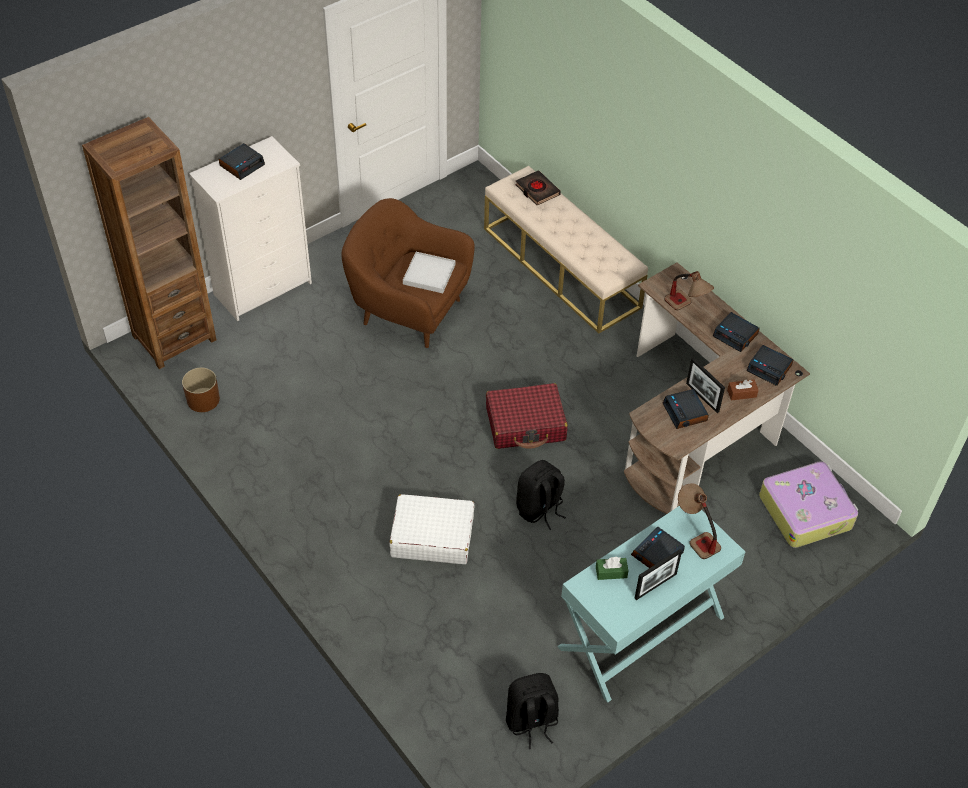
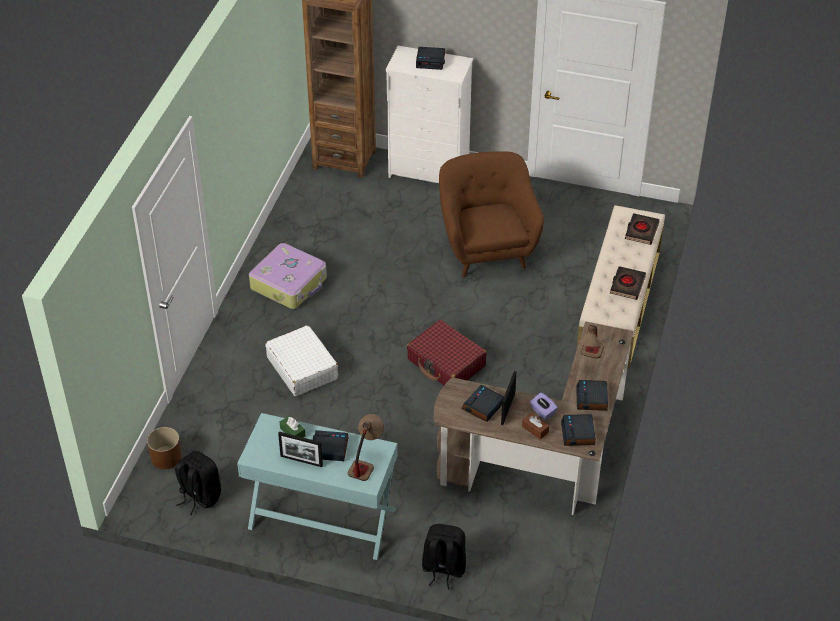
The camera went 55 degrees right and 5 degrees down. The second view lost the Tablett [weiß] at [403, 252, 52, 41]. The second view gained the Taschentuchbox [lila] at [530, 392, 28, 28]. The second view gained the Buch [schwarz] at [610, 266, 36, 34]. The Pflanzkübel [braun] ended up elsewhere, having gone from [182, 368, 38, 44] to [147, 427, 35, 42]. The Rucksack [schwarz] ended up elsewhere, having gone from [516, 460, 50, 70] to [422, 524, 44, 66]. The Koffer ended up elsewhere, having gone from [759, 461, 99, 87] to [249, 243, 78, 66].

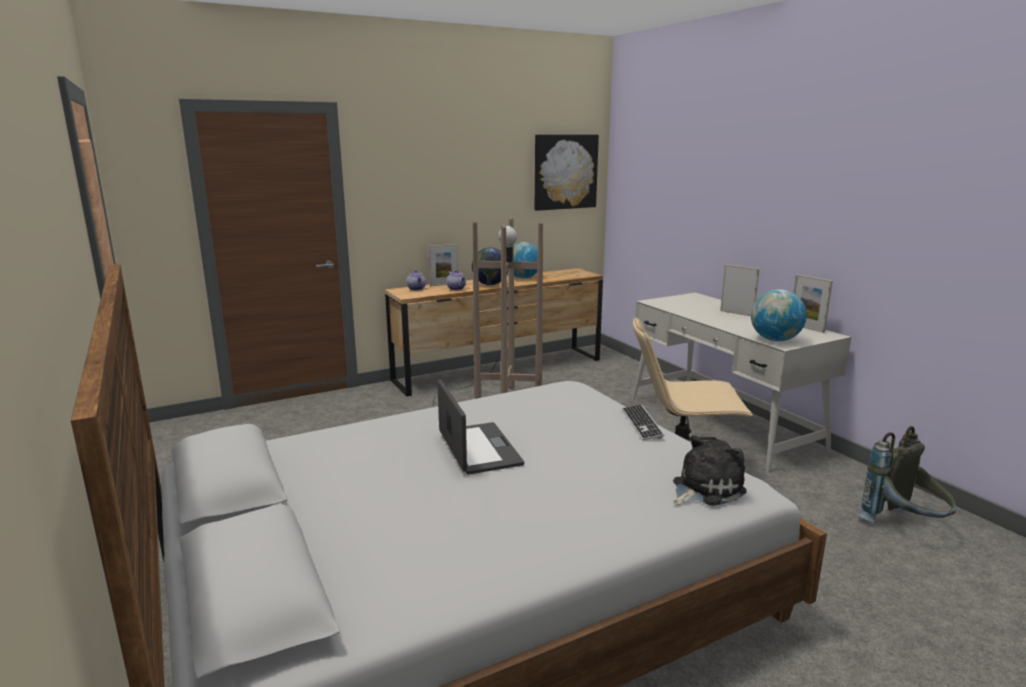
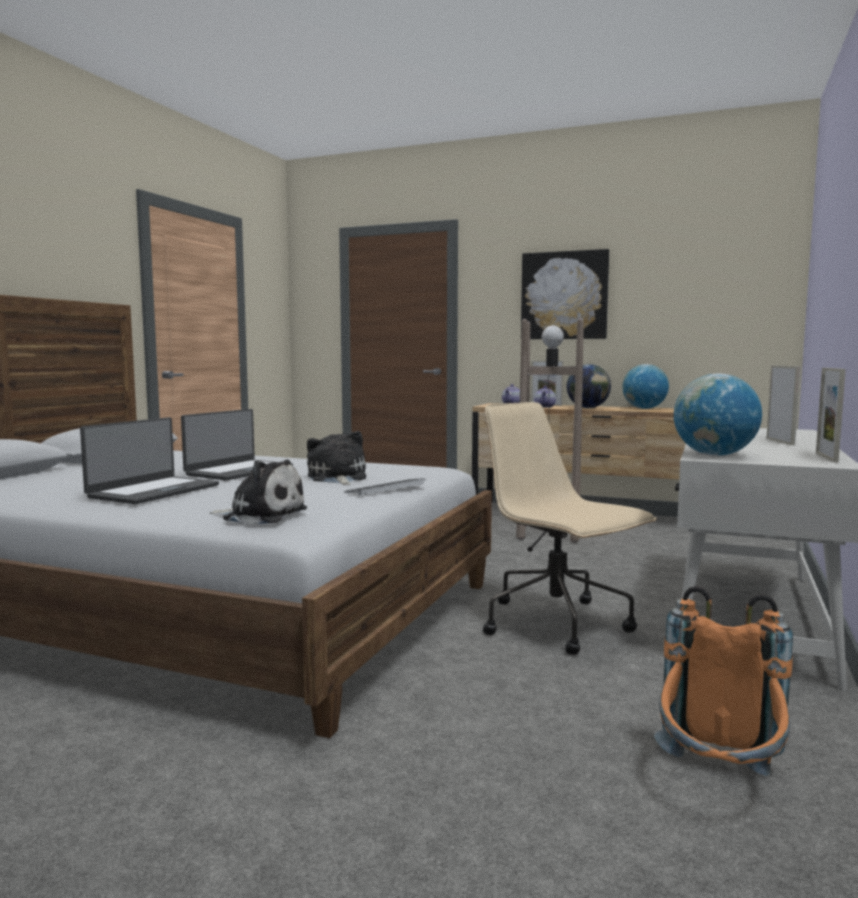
The camera went 50 degrees right and 10 degrees down. The second view gained the Laptop at [80, 417, 139, 87]. The second view gained the Plüschtier at [307, 431, 59, 54]. The Bild ended up elsewhere, having gone from [535, 135, 64, 76] to [521, 249, 88, 90]. What was the Rucksack [grau] at [857, 426, 99, 98] turned into the Rucksack [orange] at [654, 586, 139, 190].

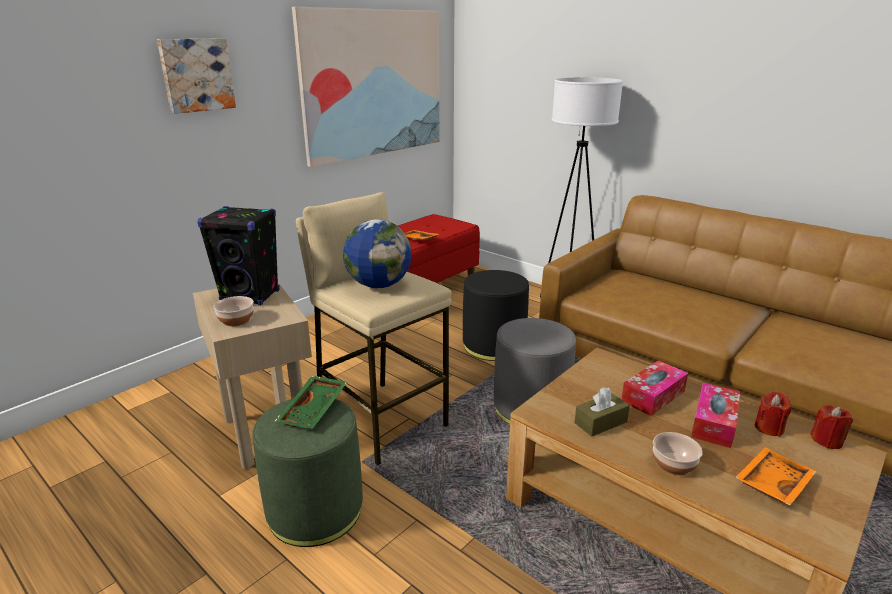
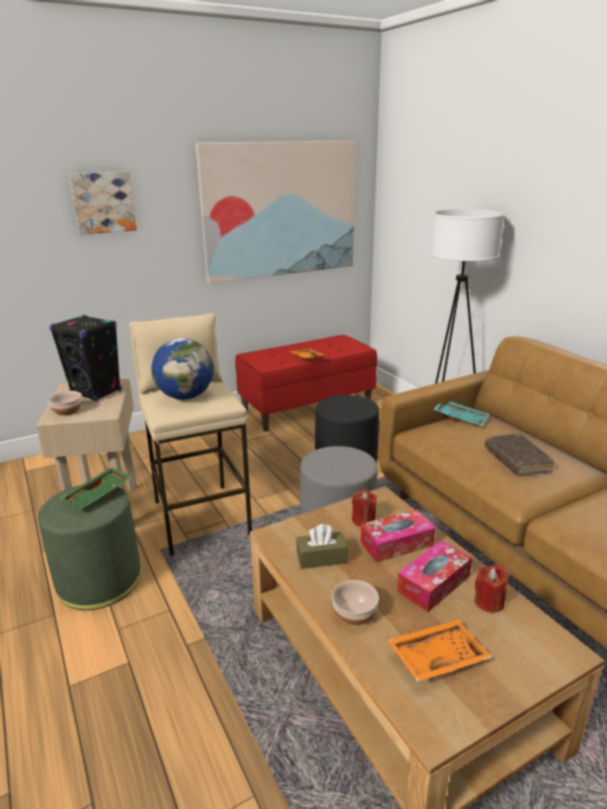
The camera went 20 degrees right and 0 degrees up. The second view gained the Tablett [türkis] at [433, 402, 57, 24]. The second view gained the Buch [braun] at [485, 433, 69, 42]. The Kerze [rot] ended up elsewhere, having gone from [810, 405, 43, 44] to [352, 489, 25, 38].

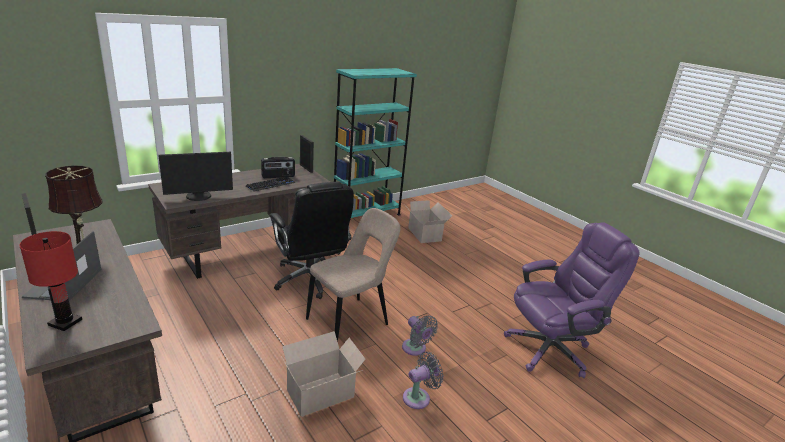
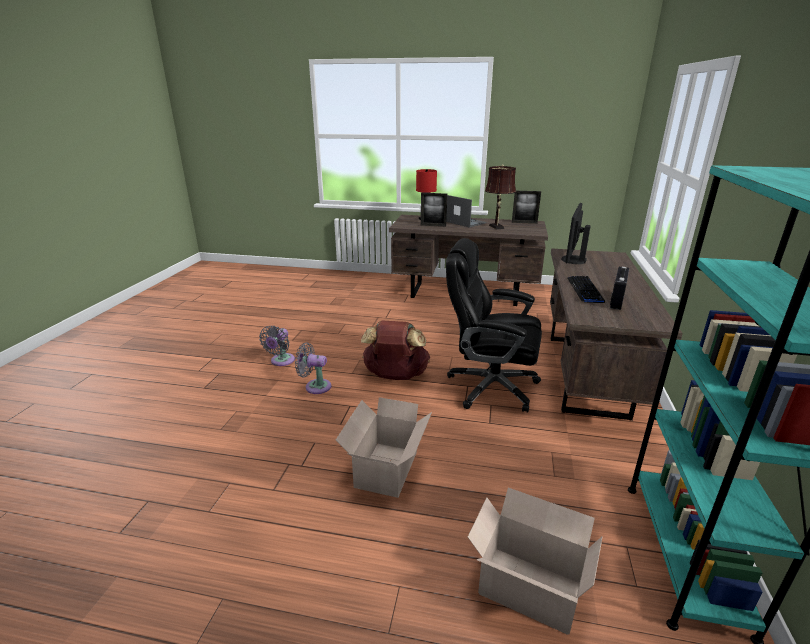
The camera went 140 degrees right and 0 degrees up. The second view lost the Bürostuhl [lila] at [504, 222, 135, 156]. The Karton ended up elsewhere, having gone from [281, 331, 84, 86] to [336, 397, 96, 101]. The Bilderrahmen ended up elsewhere, having gone from [300, 135, 14, 38] to [421, 193, 26, 34]. Where the Stuhl [beige] stood at [306, 208, 95, 134], the Rucksack [braun] came to stand at [361, 321, 69, 59].

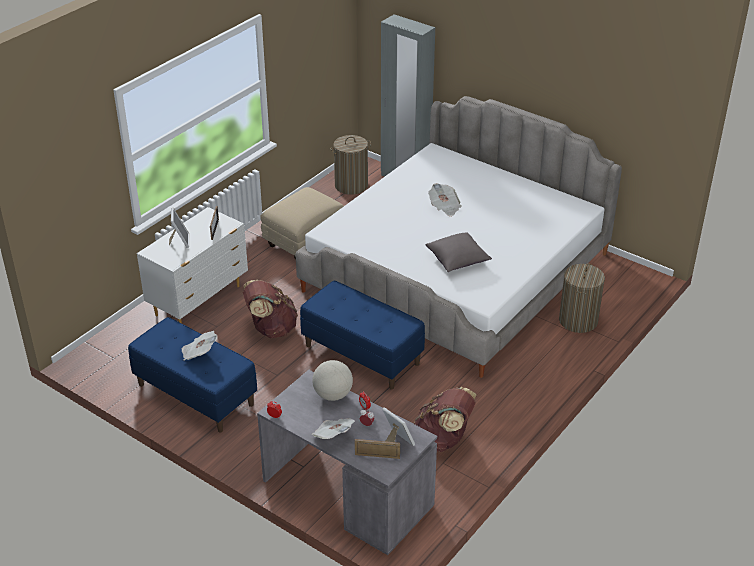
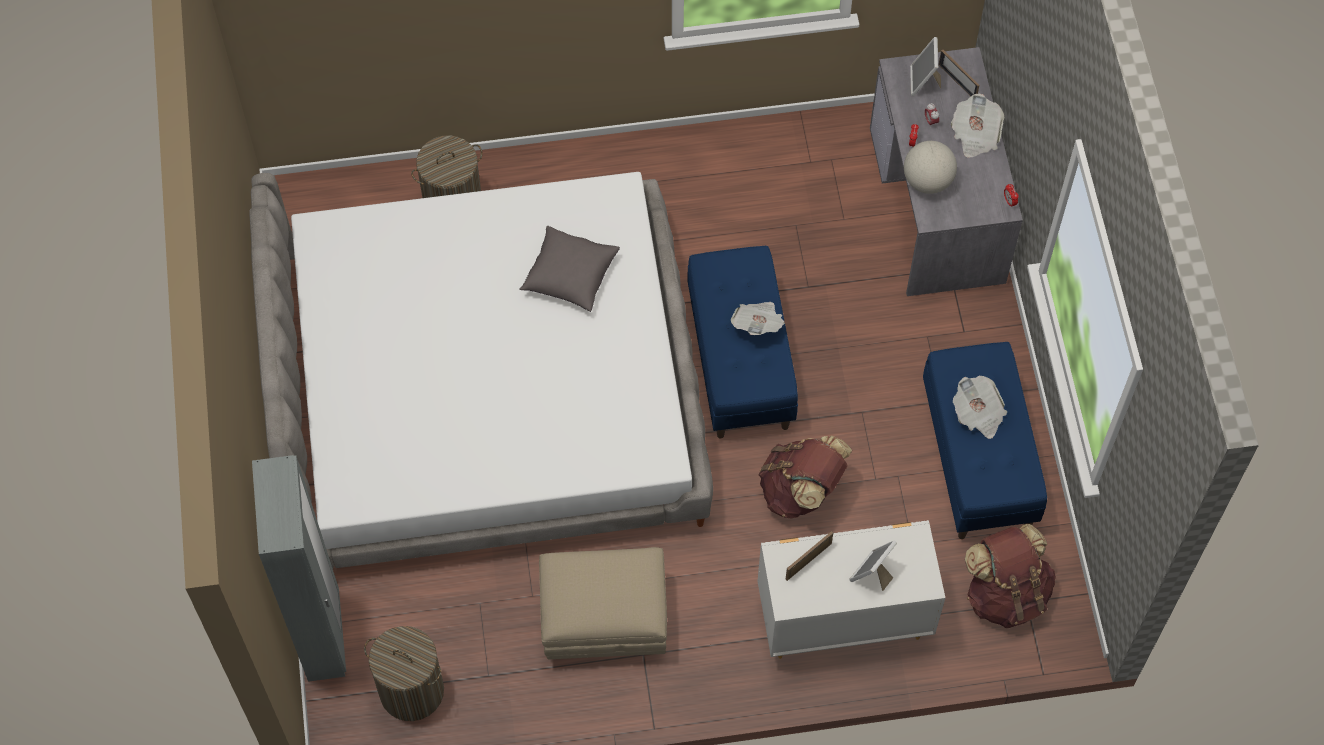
The camera went 135 degrees left and 25 degrees up. The Rucksack [braun] ended up elsewhere, having gone from [414, 387, 63, 65] to [965, 524, 91, 104]. The Zeitung ended up elsewhere, having gone from [428, 183, 34, 34] to [730, 302, 55, 33].

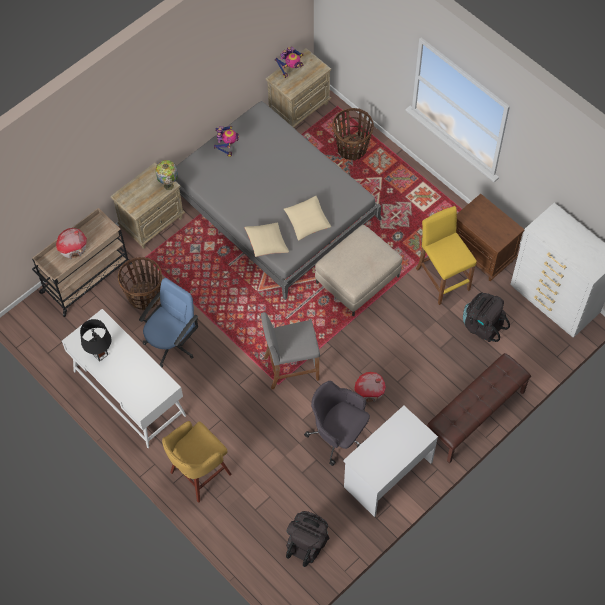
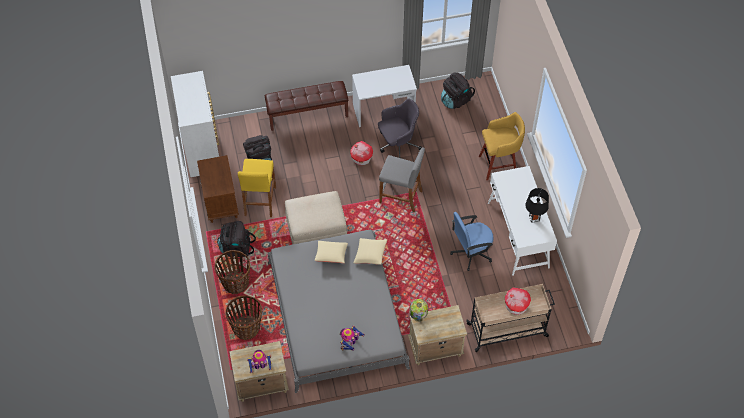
The camera went 150 degrees left and 5 degrees down. The second view gained the Rucksack [schwarz] at [217, 221, 39, 36]. The Korb ended up elsewhere, having gone from [118, 257, 44, 53] to [215, 250, 35, 44]. The Bürostuhl [grau] at [304, 381, 66, 85] ended up facing another way, 90 degrees counterclockwise from before.

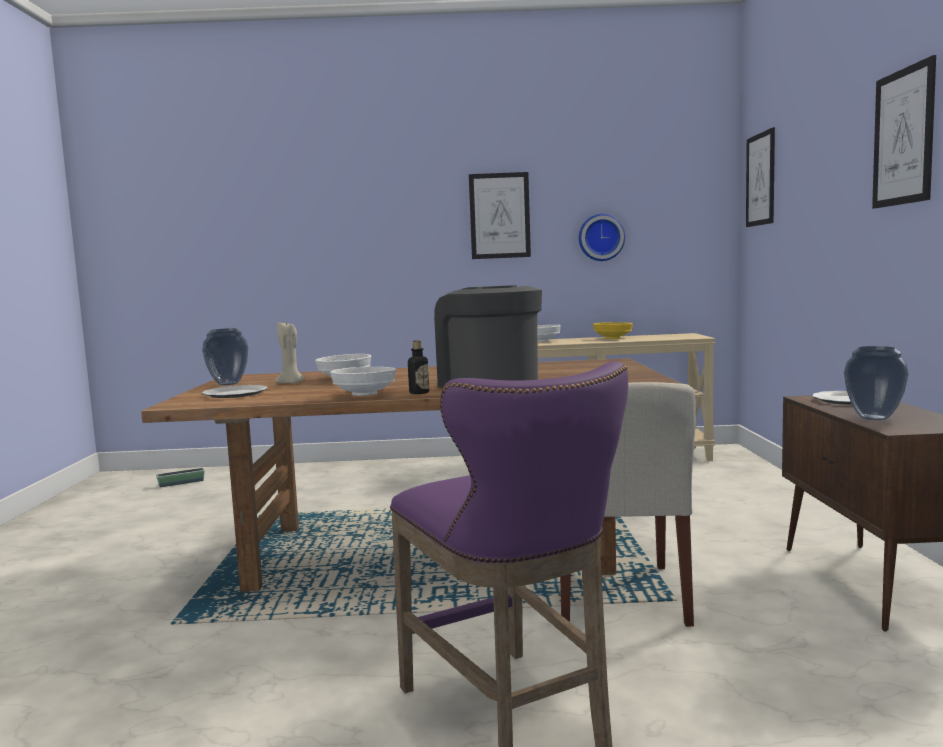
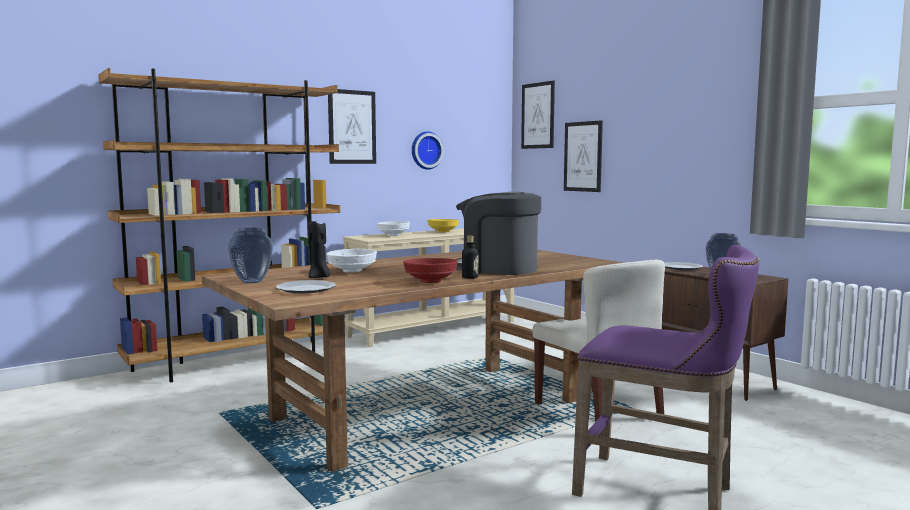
The camera went 35 degrees left and 0 degrees up. The second view lost the Pflanzkübel at [156, 468, 49, 19]. The second view gained the Bücherregal [braun] at [98, 68, 242, 314]. The Bild ended up elsewhere, having gone from [872, 55, 64, 154] to [564, 120, 39, 72]. What was the Kerze [beige] at [275, 320, 30, 63] turned into the Kerze [schwarz] at [308, 221, 22, 57]. What was the Schüssel [weiß] at [330, 367, 66, 29] turned into the Schüssel [rot] at [403, 258, 55, 25].

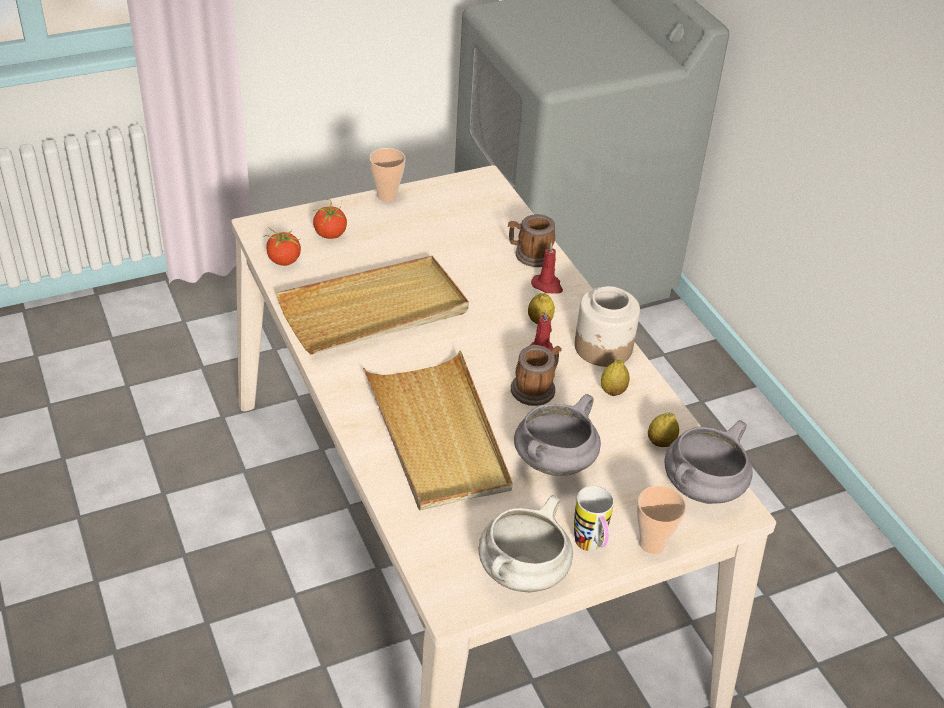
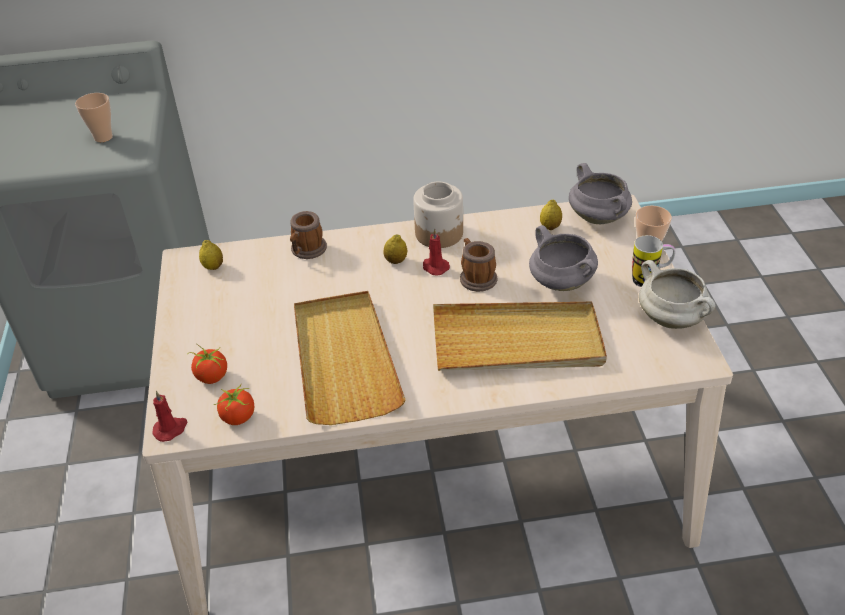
The camera went 70 degrees left and 0 degrees up. The Tasse ended up elsewhere, having gone from [369, 148, 37, 54] to [75, 93, 38, 49]. The Kerze [rot] ended up elsewhere, having gone from [531, 242, 32, 52] to [152, 391, 35, 51]. The Zitrone ended up elsewhere, having gone from [601, 359, 29, 37] to [199, 240, 24, 30].

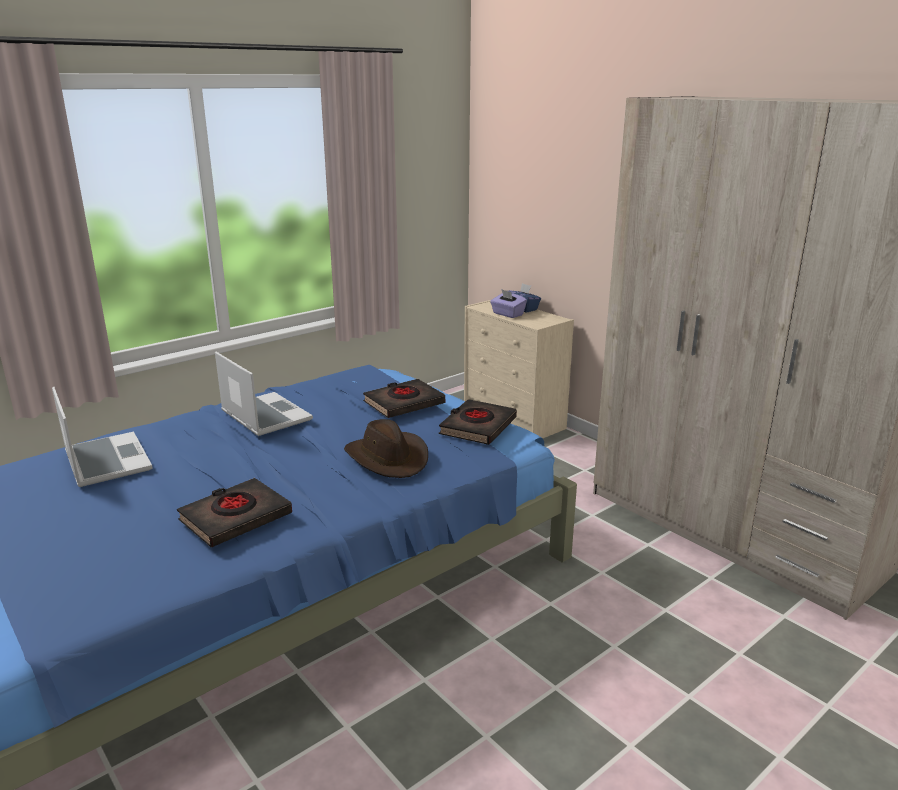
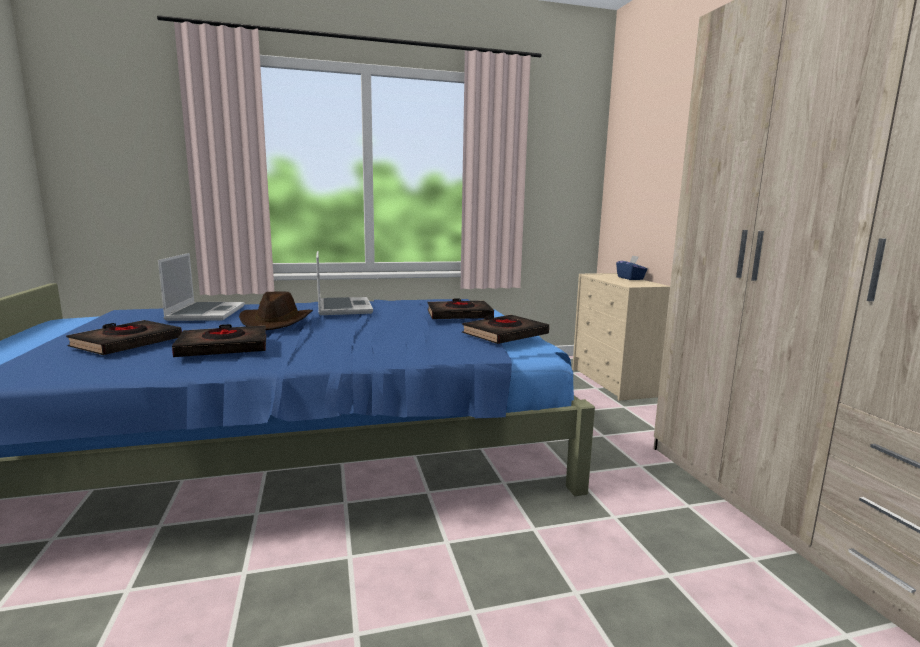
The camera went 25 degrees right and 10 degrees down. The second view lost the Taschentuchbox [lila] at [490, 289, 37, 29]. The second view gained the Buch [schwarz] at [66, 320, 116, 35]. The Hut [braun] ended up elsewhere, having gone from [344, 419, 84, 59] to [239, 292, 74, 38].

